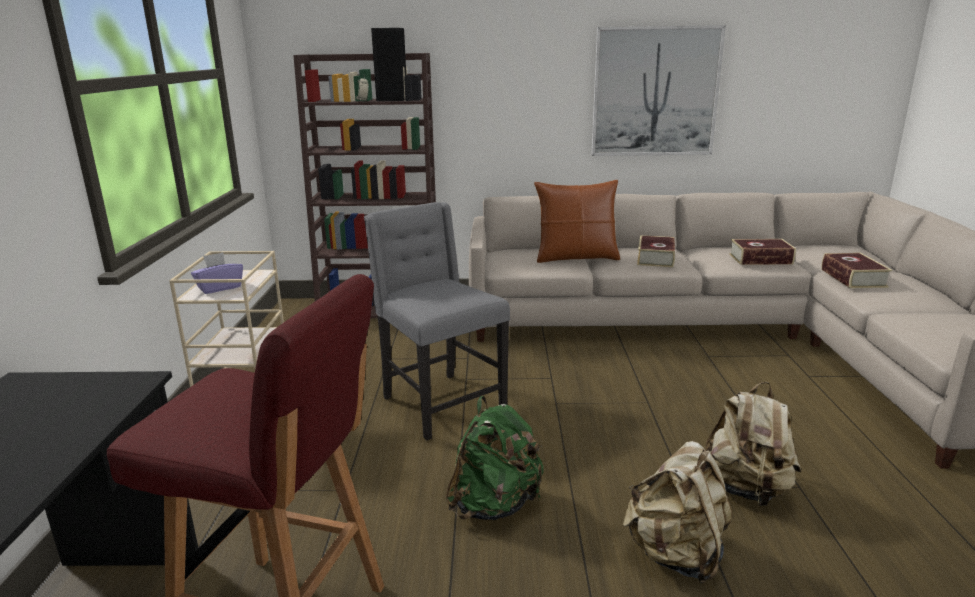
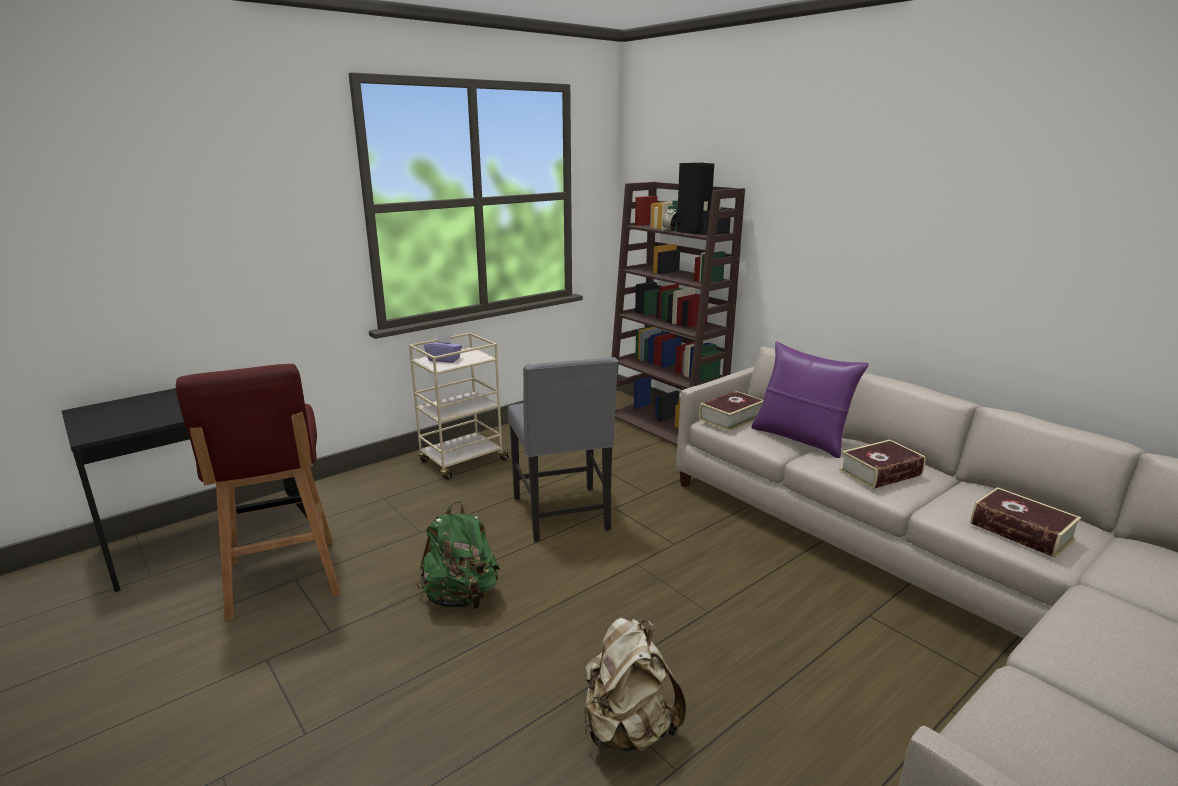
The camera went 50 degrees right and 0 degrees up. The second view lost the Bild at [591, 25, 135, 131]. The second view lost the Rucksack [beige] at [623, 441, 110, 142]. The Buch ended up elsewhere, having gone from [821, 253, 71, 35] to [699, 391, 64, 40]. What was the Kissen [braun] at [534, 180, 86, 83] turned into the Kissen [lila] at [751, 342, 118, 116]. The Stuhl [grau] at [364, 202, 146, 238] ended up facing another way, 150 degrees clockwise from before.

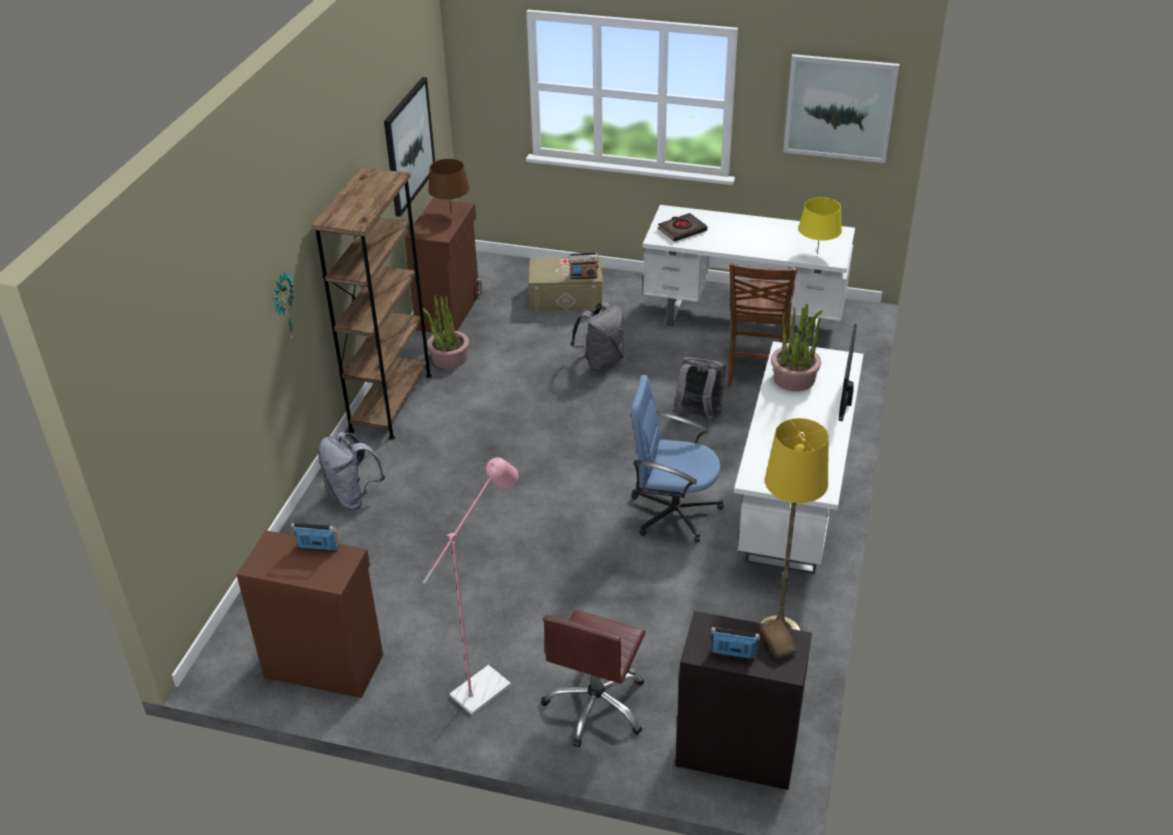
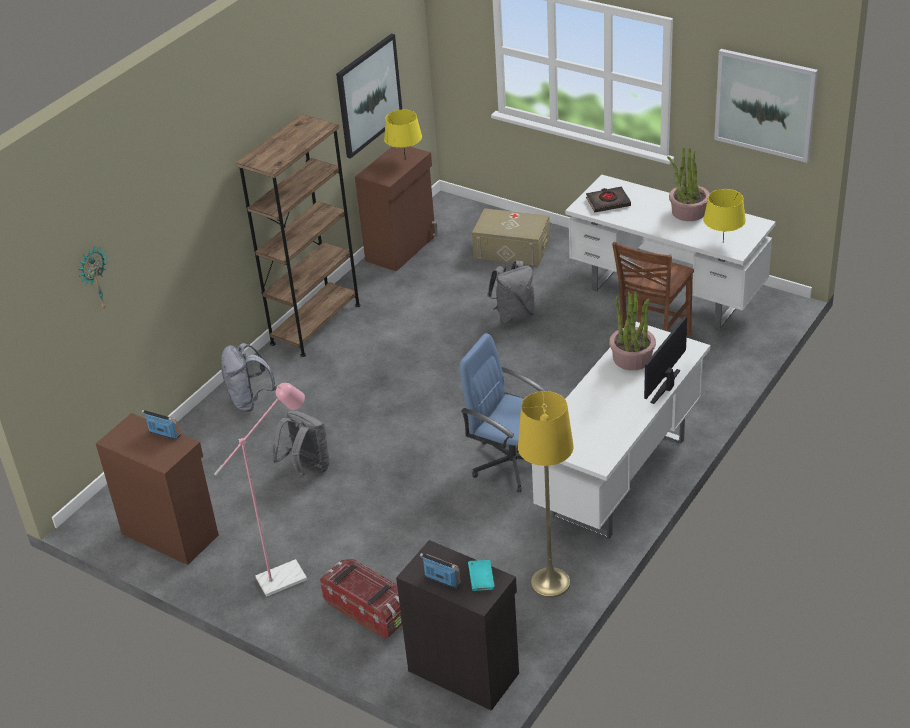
The camera went 20 degrees right and 0 degrees up. The second view lost the Radio at [568, 253, 31, 26]. The Wanduhr ended up elsewhere, having gone from [274, 272, 21, 70] to [78, 246, 29, 63]. The Topfpflanze ended up elsewhere, having gone from [423, 295, 46, 74] to [667, 147, 43, 74]. The Rucksack [grau] ended up elsewhere, having gone from [673, 357, 53, 64] to [272, 410, 58, 68]. Where the Bürostuhl [braun] stood at [541, 610, 104, 138], the Aufbewahrungsbox came to stand at [320, 559, 82, 81]. What was the Tischlampe [braun] at [428, 159, 42, 55] turned into the Tischlampe [gelb] at [384, 110, 38, 50]. What was the Buch [braun] at [760, 620, 38, 39] turned into the Buch [türkis] at [468, 560, 27, 31].

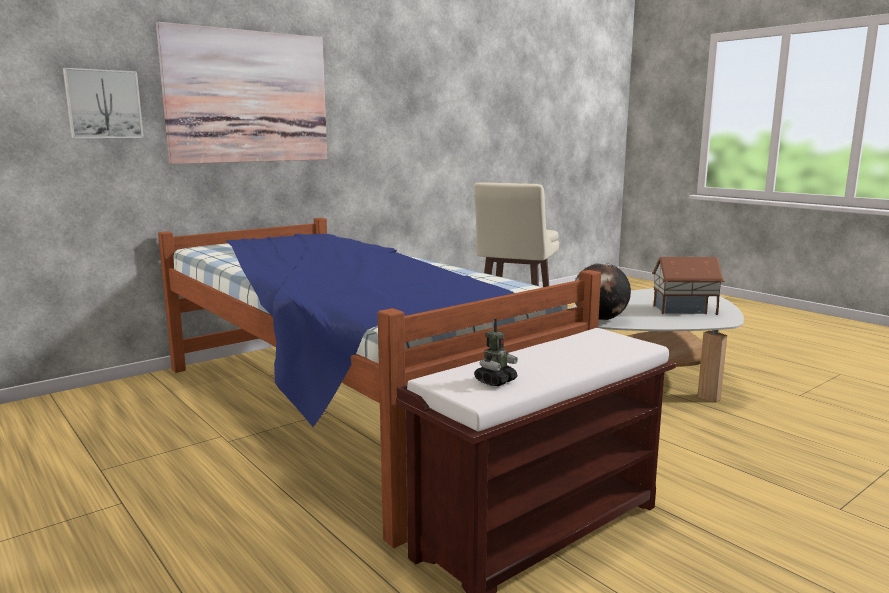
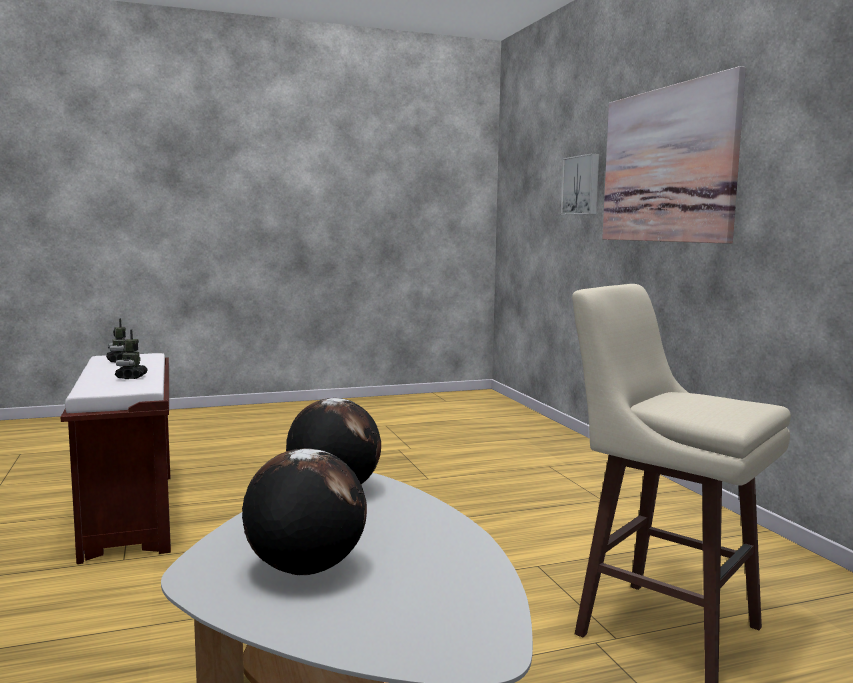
The camera went 110 degrees right and 5 degrees down. The second view lost the Bett at [158, 218, 443, 330]. The second view gained the Spielzeugroboter at [115, 330, 33, 49]. Where the Spielzeughaus stood at [652, 257, 73, 58], the Globus came to stand at [242, 448, 125, 127].

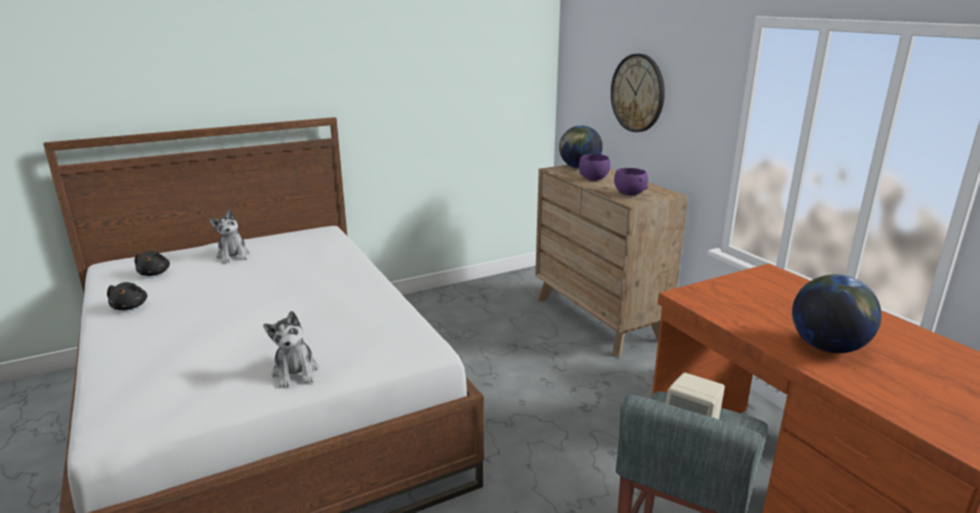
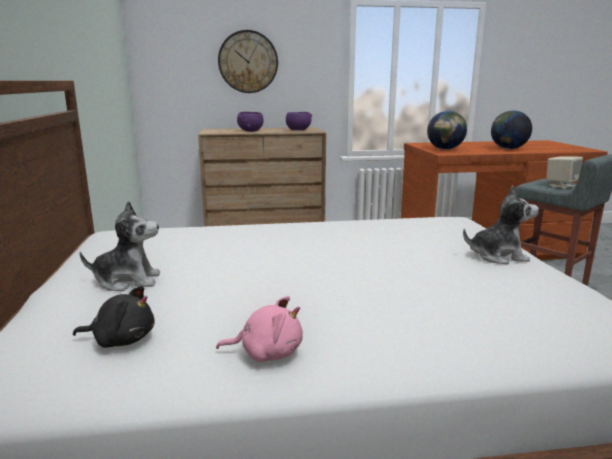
The camera went 70 degrees left and 5 degrees down. The Globus ended up elsewhere, having gone from [559, 125, 44, 44] to [427, 111, 40, 39]. What was the Plüschtier [schwarz] at [107, 282, 40, 28] turned into the Plüschtier [rosa] at [216, 296, 87, 66].

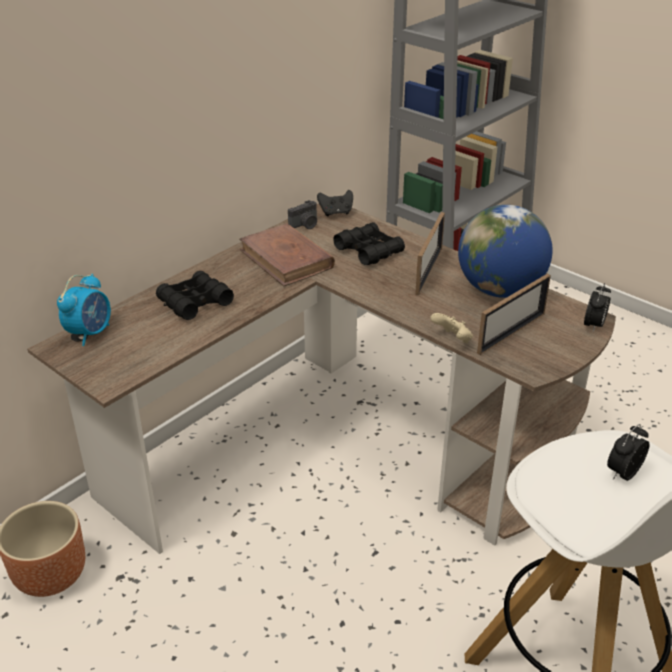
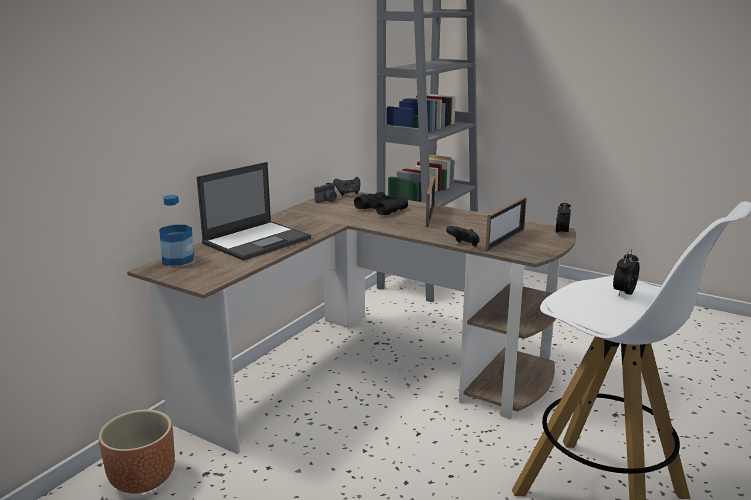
The camera went 10 degrees left and 15 degrees down. The second view lost the Buch [braun] at [239, 223, 96, 63]. The second view lost the Globus at [458, 205, 95, 93]. Where the Wecker stood at [57, 274, 54, 72], the Flasche came to stand at [159, 195, 35, 71]. Where the Fernglas [schwarz] stood at [156, 271, 78, 49], the Laptop came to stand at [197, 162, 114, 99]. What was the Gamepad [beige] at [430, 313, 43, 30] turned into the Gamepad [schwarz] at [446, 226, 34, 21].

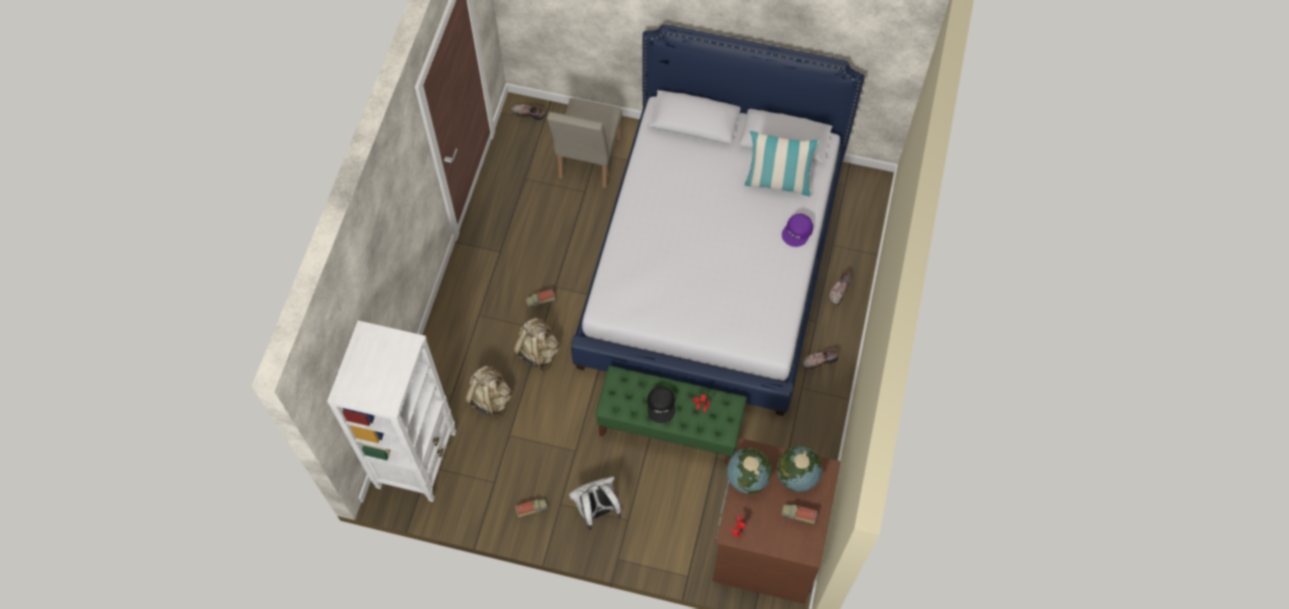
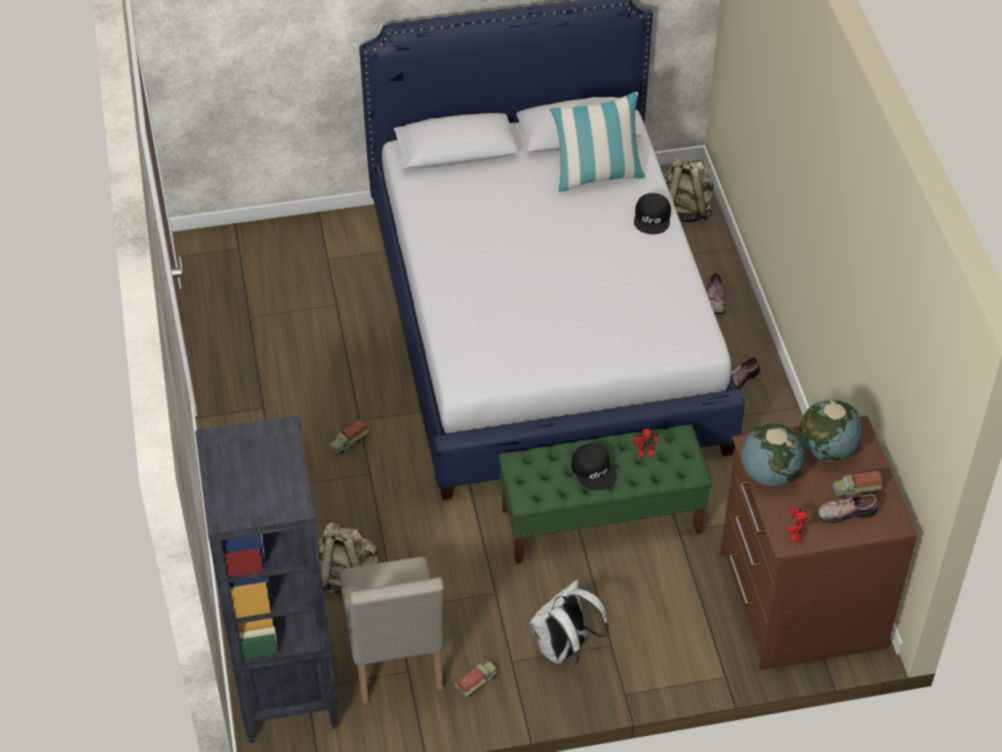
The camera went 25 degrees left and 15 degrees down. The Schuh ended up elsewhere, having gone from [511, 104, 34, 16] to [818, 494, 60, 29]. The Rucksack [beige] ended up elsewhere, having gone from [513, 318, 46, 53] to [664, 158, 50, 64]. The Stuhl [beige] ended up elsewhere, having gone from [547, 98, 75, 90] to [339, 557, 105, 147]. What was the Bücherregal [weiß] at [327, 320, 129, 182] turned into the Bücherregal [schwarz] at [195, 415, 144, 328]. What was the Kappe [lila] at [782, 214, 31, 33] turned into the Kappe [schwarz] at [634, 193, 37, 41].

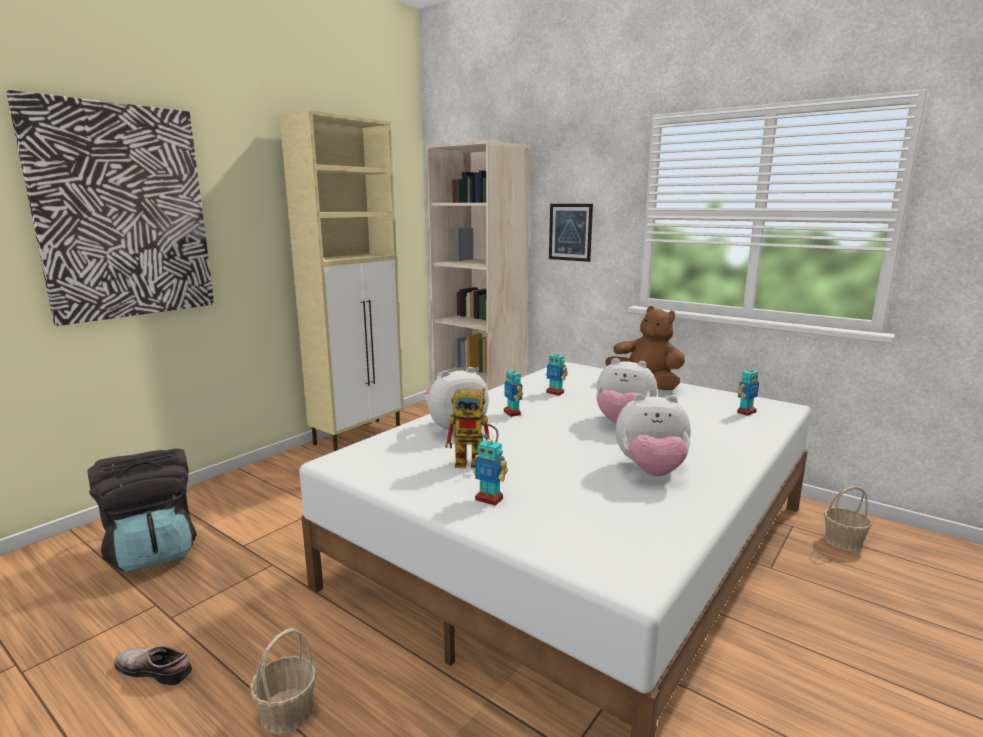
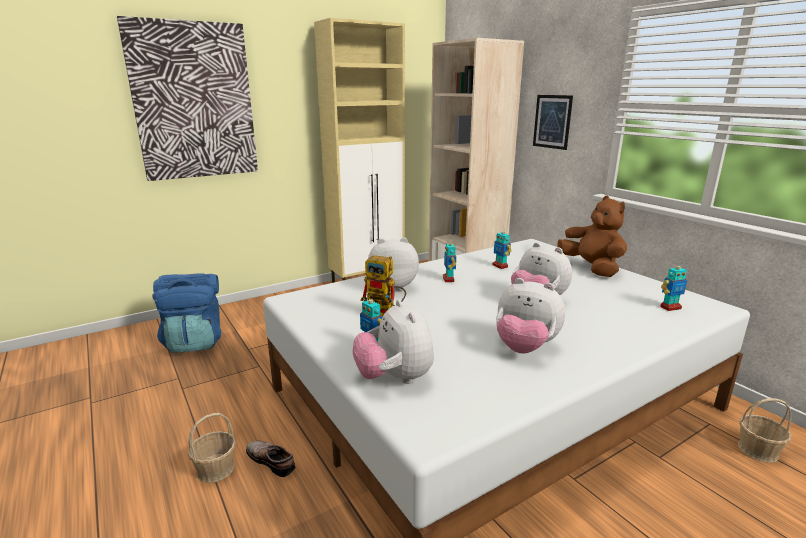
The camera went 20 degrees right and 5 degrees up. The second view gained the Plüschtier at [353, 300, 81, 84]. The Schuh ended up elsewhere, having gone from [114, 646, 78, 39] to [246, 441, 49, 36]. What was the Rucksack [schwarz] at [87, 449, 110, 123] turned into the Rucksack [blau] at [152, 274, 69, 78].

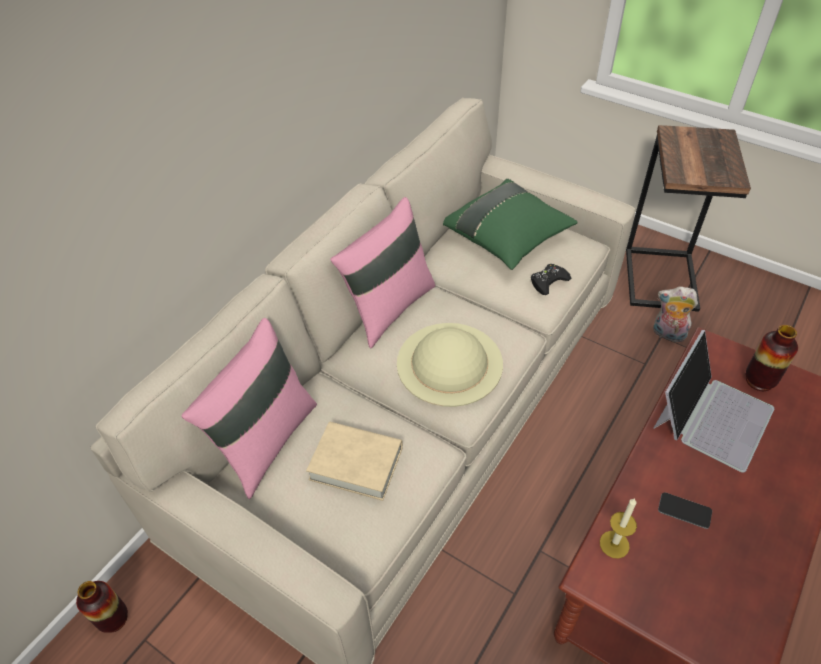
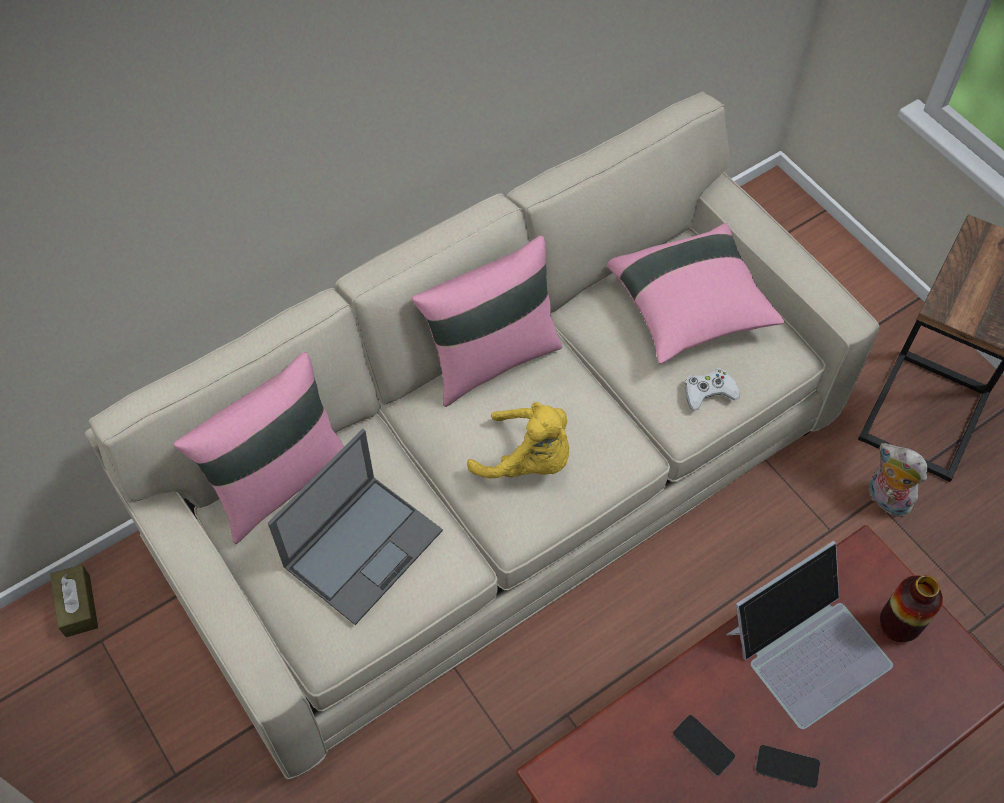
The camera went 20 degrees right and 10 degrees up. The second view lost the Kerze at [600, 498, 37, 61]. The second view gained the Handy at [756, 745, 64, 43]. Where the Vase stood at [76, 581, 52, 52], the Taschentuchbox [braun] came to stand at [50, 565, 48, 72]. Where the Buch [beige] stood at [306, 422, 97, 79], the Laptop came to stand at [268, 429, 175, 196]. Where the Hut [beige] stood at [397, 323, 106, 84], the Plüschtier [gelb] came to stand at [467, 402, 102, 76]. What was the Kissen [grün] at [443, 179, 135, 91] turned into the Kissen [rosa] at [606, 223, 179, 141]. What was the Gamepad [schwarz] at [531, 264, 41, 31] turned into the Gamepad [weiß] at [685, 368, 55, 43].

